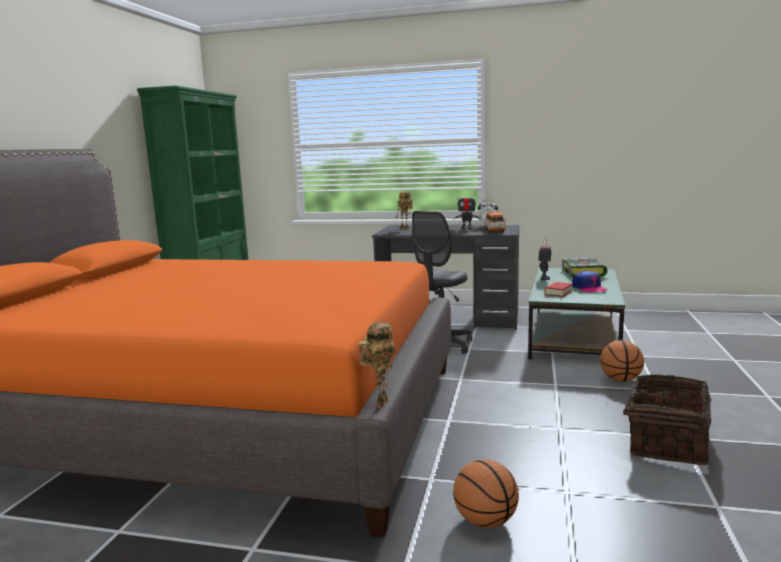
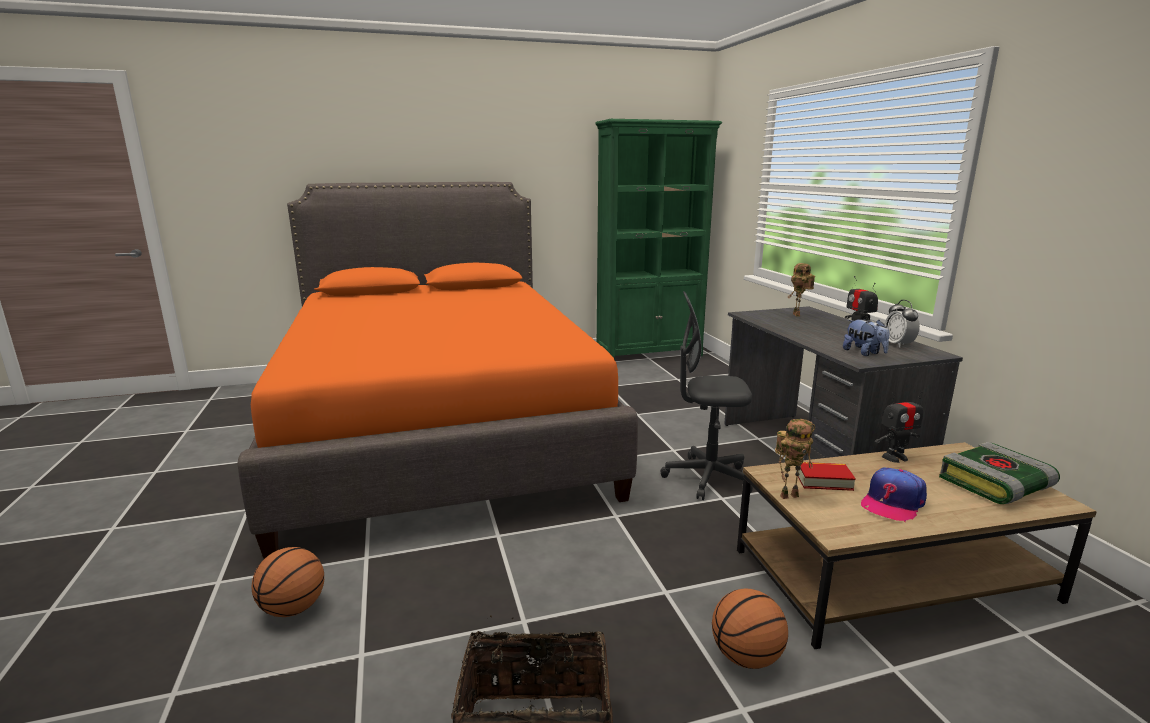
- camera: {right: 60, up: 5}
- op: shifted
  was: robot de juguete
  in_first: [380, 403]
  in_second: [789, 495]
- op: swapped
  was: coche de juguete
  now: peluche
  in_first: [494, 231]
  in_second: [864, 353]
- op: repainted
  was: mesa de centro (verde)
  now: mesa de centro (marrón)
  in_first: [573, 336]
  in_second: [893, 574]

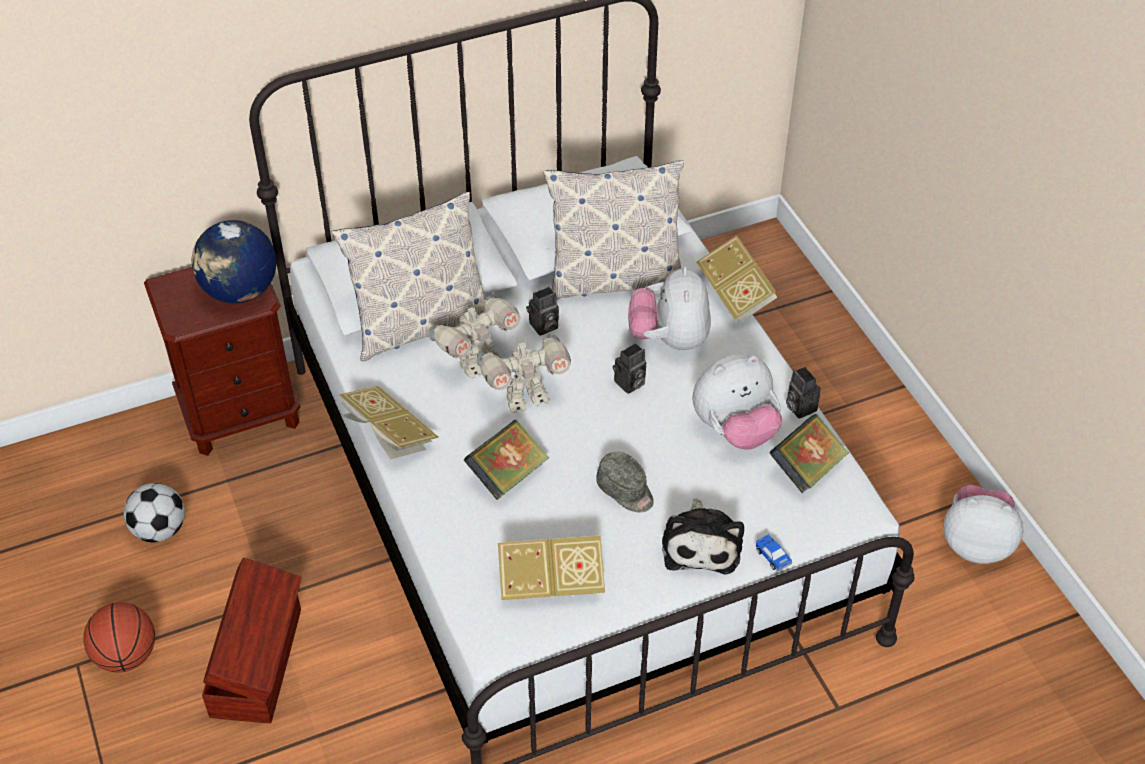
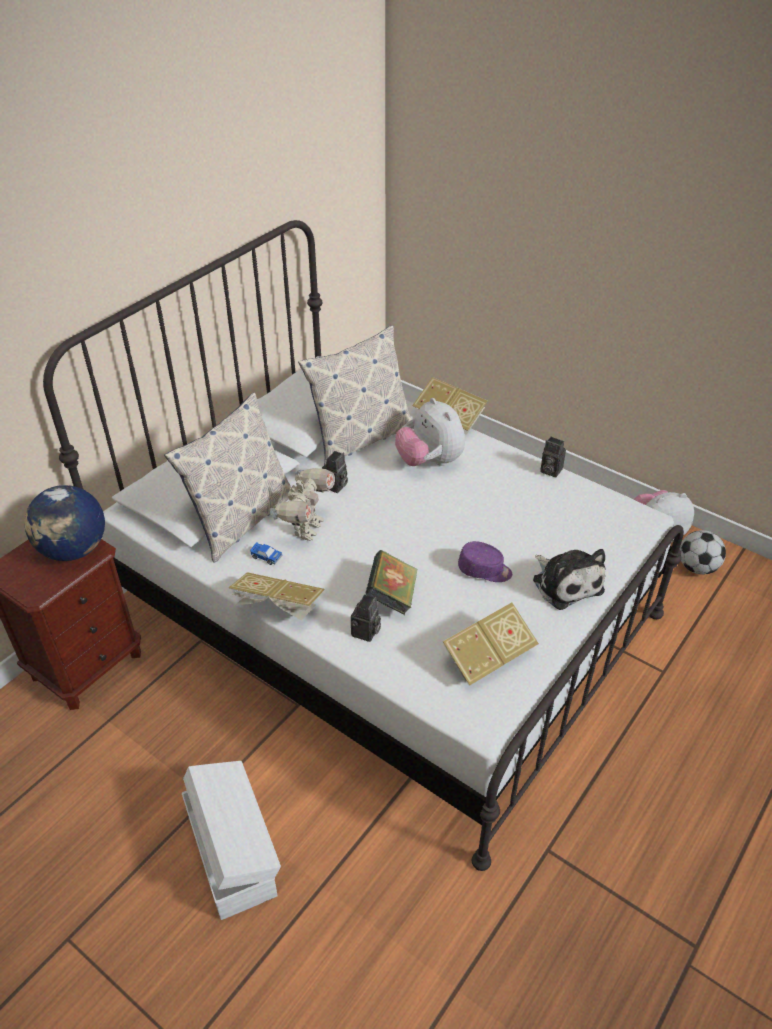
- camera: {right: -30, up: -5}
- op: gone
  was: balón de baloncesto
  in_first: [126, 656]
- op: shifted
  was: balón de fútbol
  in_first: [160, 530]
  in_second: [696, 567]
- op: repainted
  was: caja de almacenaje (marrón)
  now: caja de almacenaje (blanco)
  in_first: [259, 661]
  in_second: [232, 850]
- op: gone
  was: robot de juguete
  in_first: [525, 398]
- op: repainted
  was: gorra (gris)
  now: gorra (morado)
  in_first: [625, 490]
  in_second: [485, 570]
- op: shifted
  was: cámara
  in_first: [629, 384]
  in_second: [366, 633]
- op: gone
  was: peluche
  in_first: [735, 430]
- op: shifted
  was: coche de juguete
  in_first: [772, 556]
  in_second: [266, 557]
- op: gone
  was: libro
  in_first: [806, 468]

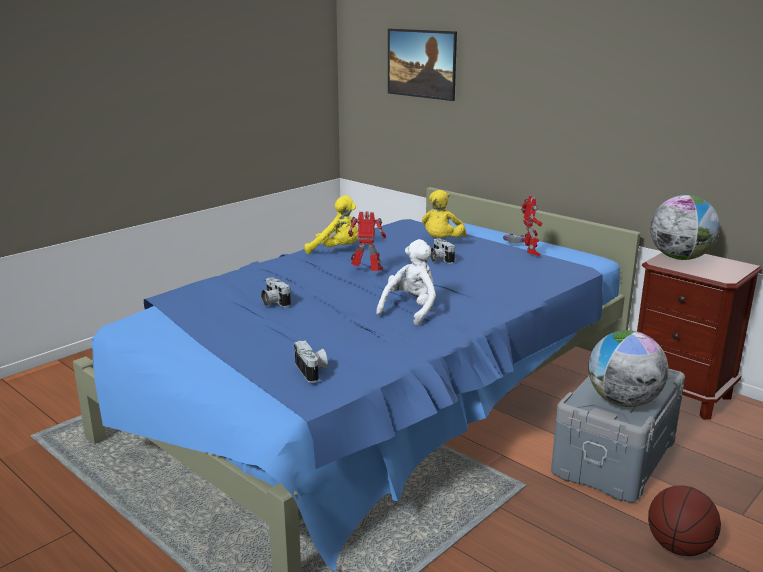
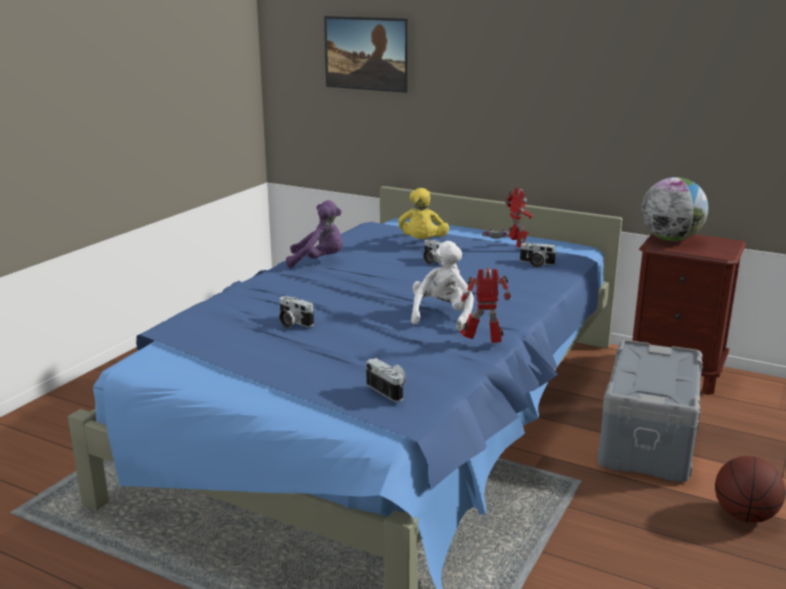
- camera: {right: -15, up: 0}
- op: repainted
  was: peluche (amarillo)
  now: peluche (morado)
  in_first: [337, 250]
  in_second: [319, 261]
- op: shifted
  was: robot de juguete
  in_first: [367, 271]
  in_second: [483, 343]
- op: gone
  was: globo terráqueo
  in_first: [623, 401]
- op: new
  now: cámara
  in_second: [536, 264]

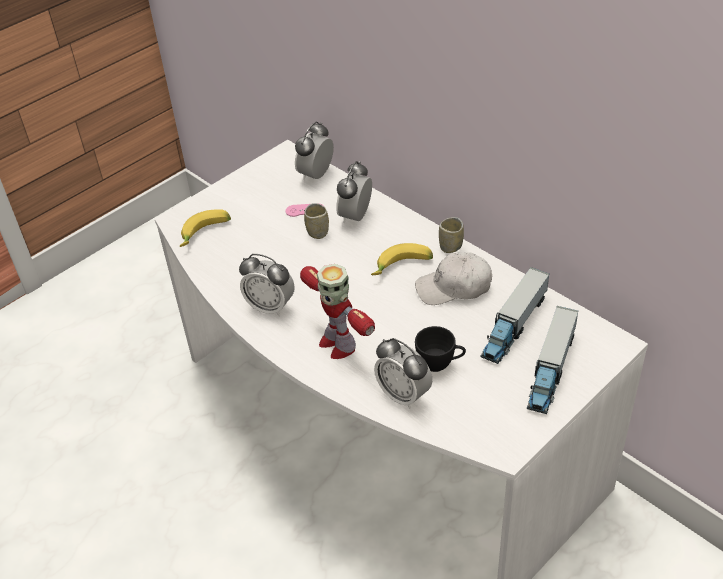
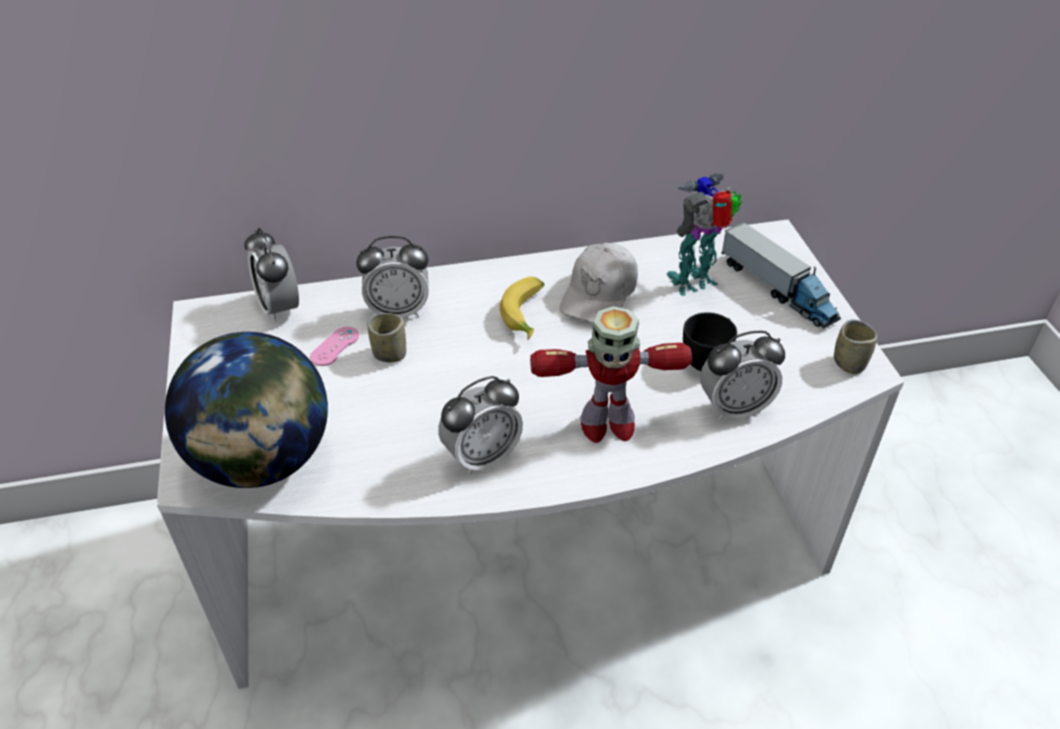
- camera: {right: -60, up: 0}
- op: swapped
  was: plátano
  now: globo terráqueo
  in_first: [205, 234]
  in_second: [263, 460]
- op: rotated
  was: despertador
  in_first: [355, 216]
  in_second: [398, 311]
  clockwise: -60
- op: shifted
  was: taza
  in_first: [450, 246]
  in_second: [849, 363]
- op: swapped
  was: camión de juguete
  now: robot de juguete
  in_first: [514, 326]
  in_second: [695, 282]

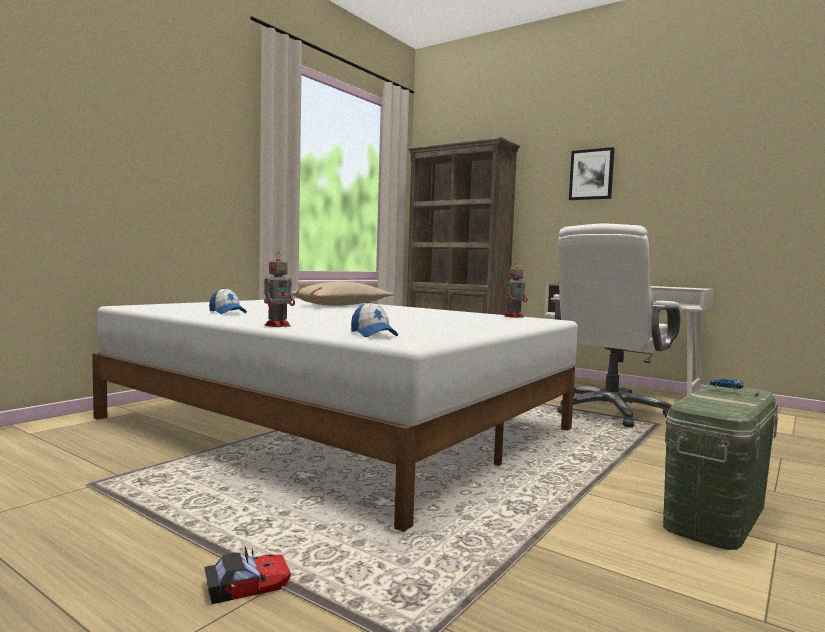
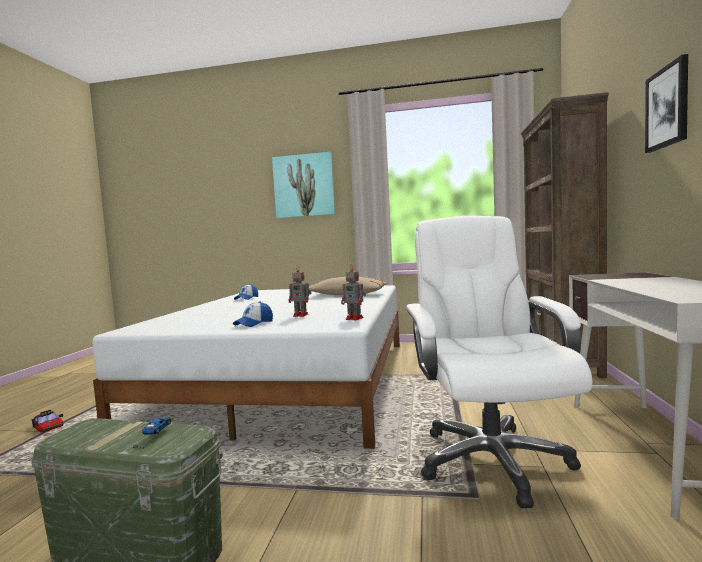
- camera: {right: 65, up: 0}
- op: shifted
  was: robot de juguete
  in_first: [278, 325]
  in_second: [301, 315]
- op: shifted
  was: gorra
  in_first: [373, 334]
  in_second: [254, 324]
- op: rotated
  was: silla de oficina (blanco)
  in_first: [610, 412]
  in_second: [491, 459]
  clockwise: 75
- op: new
  now: cuadro
  in_second: [303, 185]

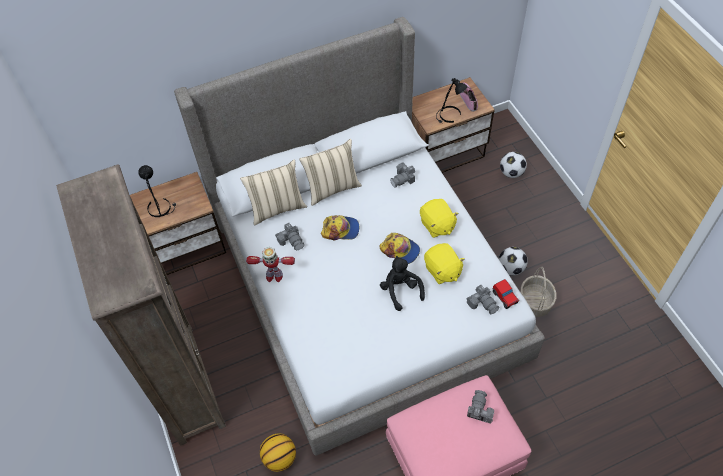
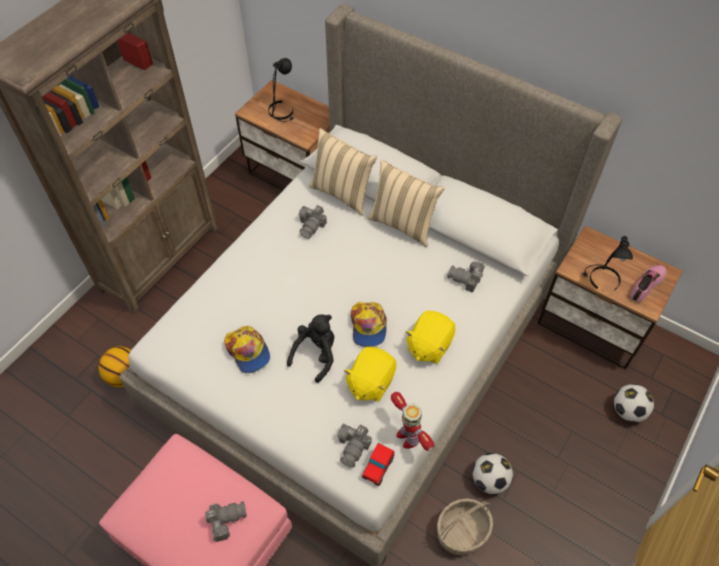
- camera: {right: 55, up: 0}
- op: shifted
  was: robot de juguete
  in_first: [274, 276]
  in_second: [408, 436]
- op: shifted
  was: gorra
  in_first: [340, 229]
  in_second: [248, 351]

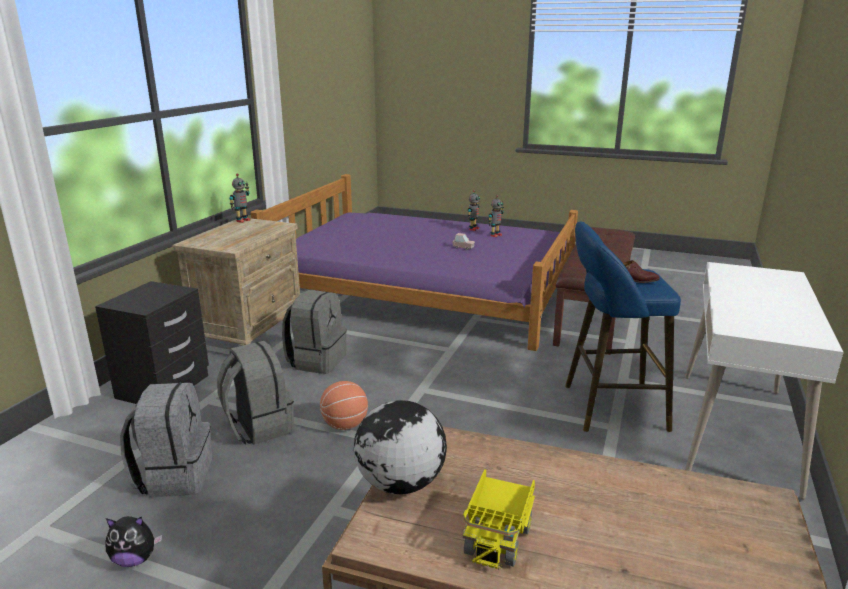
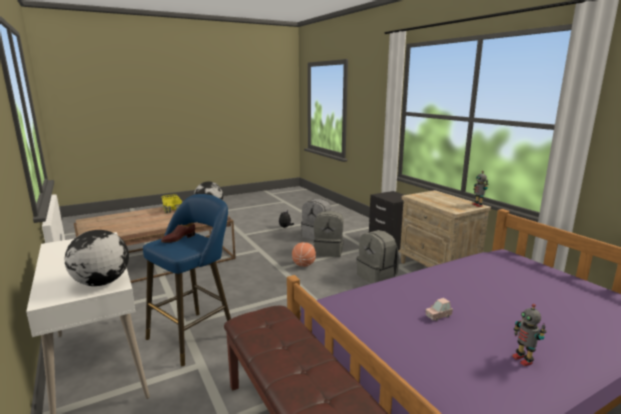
- camera: {right: 130, up: -5}
- op: gone
  was: robot de juguete
  in_first: [495, 235]
- op: new
  now: globo terráqueo
  in_second: [101, 283]

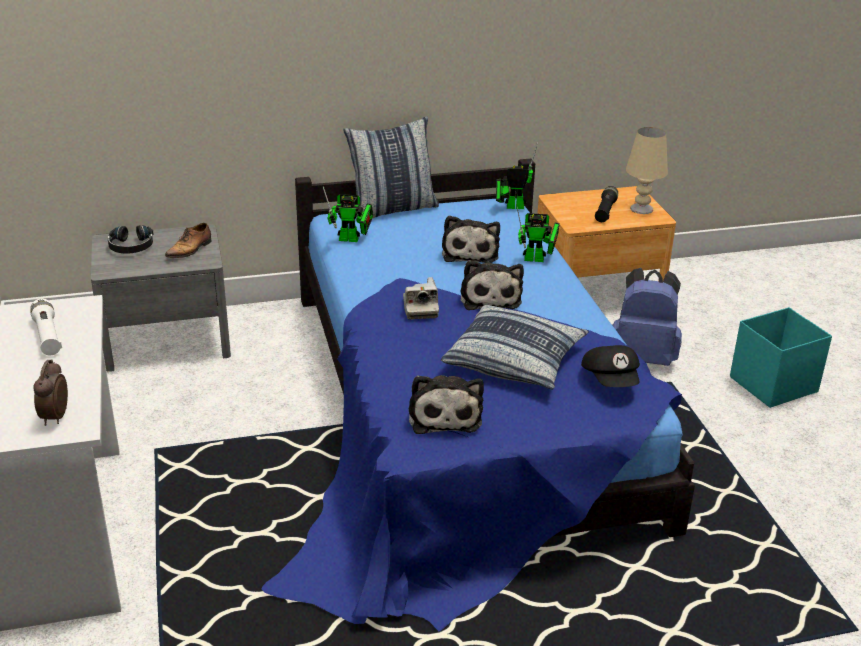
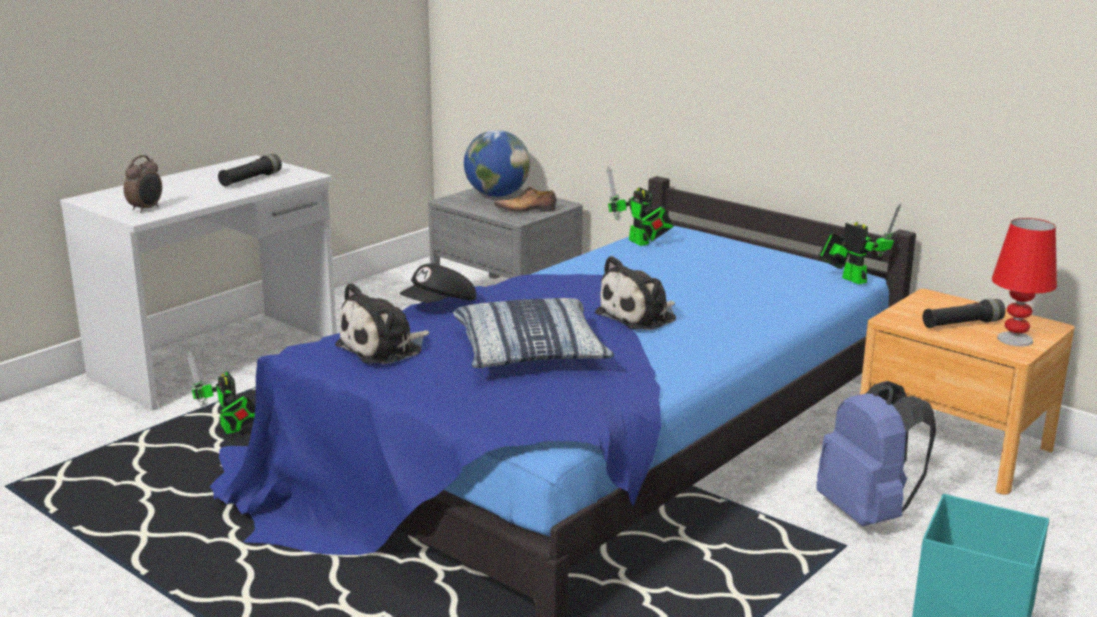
- camera: {right: 55, up: -10}
- op: repainted
  was: linterna (blanco)
  now: linterna (negro)
  in_first: [47, 336]
  in_second: [250, 180]
- op: rotated
  was: despertador
  in_first: [54, 417]
  in_second: [146, 209]
  clockwise: 150
- op: swapped
  was: auriculares (negro)
  now: globo terráqueo
  in_first: [131, 246]
  in_second: [497, 195]
- op: gone
  was: cojín
  in_first: [392, 209]
- op: gone
  was: cámara
  in_first: [420, 309]
- op: gone
  was: peluche
  in_first: [470, 252]
- op: shifted
  was: robot de juguete
  in_first: [537, 259]
  in_second: [230, 431]
- op: shifted
  was: gorra (negro)
  in_first: [611, 380]
  in_second: [439, 306]
- op: repainted
  was: lámpara de mesa (beis)
  now: lámpara de mesa (rojo)
  in_first: [642, 209]
  in_second: [1015, 339]

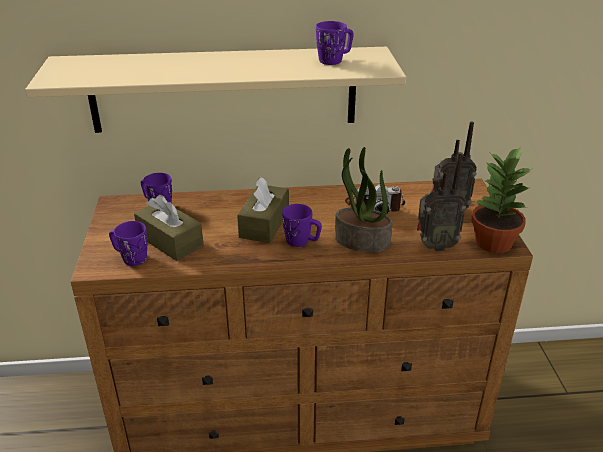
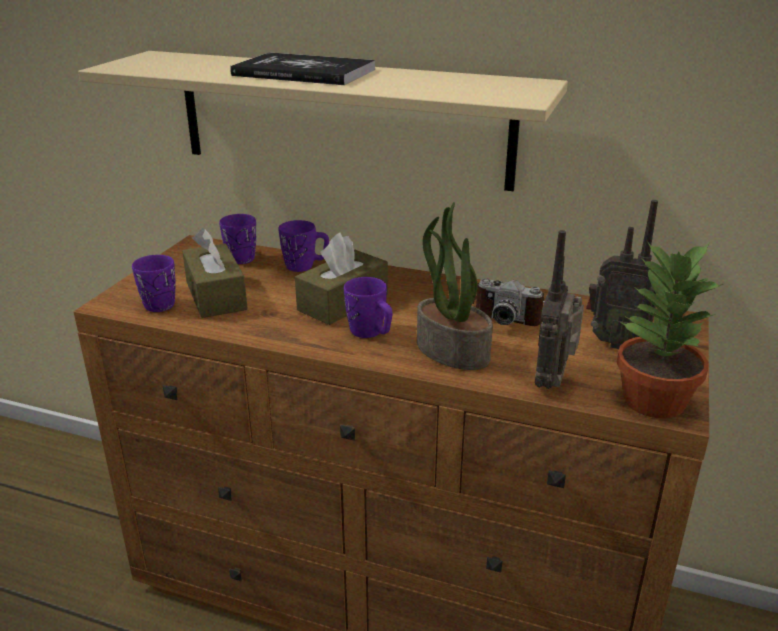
- camera: {right: 25, up: -5}
- op: shifted
  was: taza grande (morado)
  in_first: [334, 60]
  in_second: [305, 266]
- op: rotated
  was: radio
  in_first: [434, 246]
  in_second: [554, 382]
  clockwise: 90
- op: new
  now: libro
  in_second: [304, 72]

